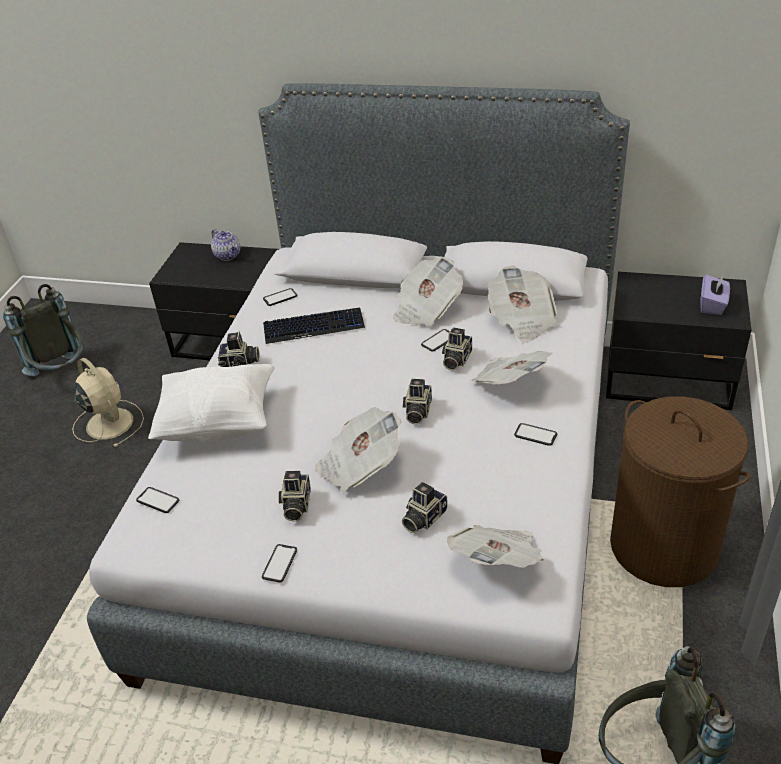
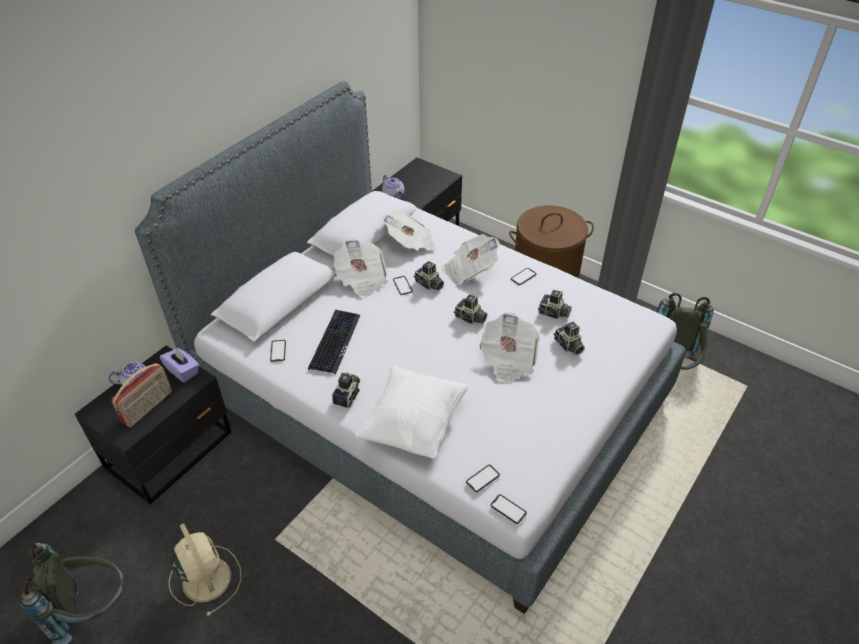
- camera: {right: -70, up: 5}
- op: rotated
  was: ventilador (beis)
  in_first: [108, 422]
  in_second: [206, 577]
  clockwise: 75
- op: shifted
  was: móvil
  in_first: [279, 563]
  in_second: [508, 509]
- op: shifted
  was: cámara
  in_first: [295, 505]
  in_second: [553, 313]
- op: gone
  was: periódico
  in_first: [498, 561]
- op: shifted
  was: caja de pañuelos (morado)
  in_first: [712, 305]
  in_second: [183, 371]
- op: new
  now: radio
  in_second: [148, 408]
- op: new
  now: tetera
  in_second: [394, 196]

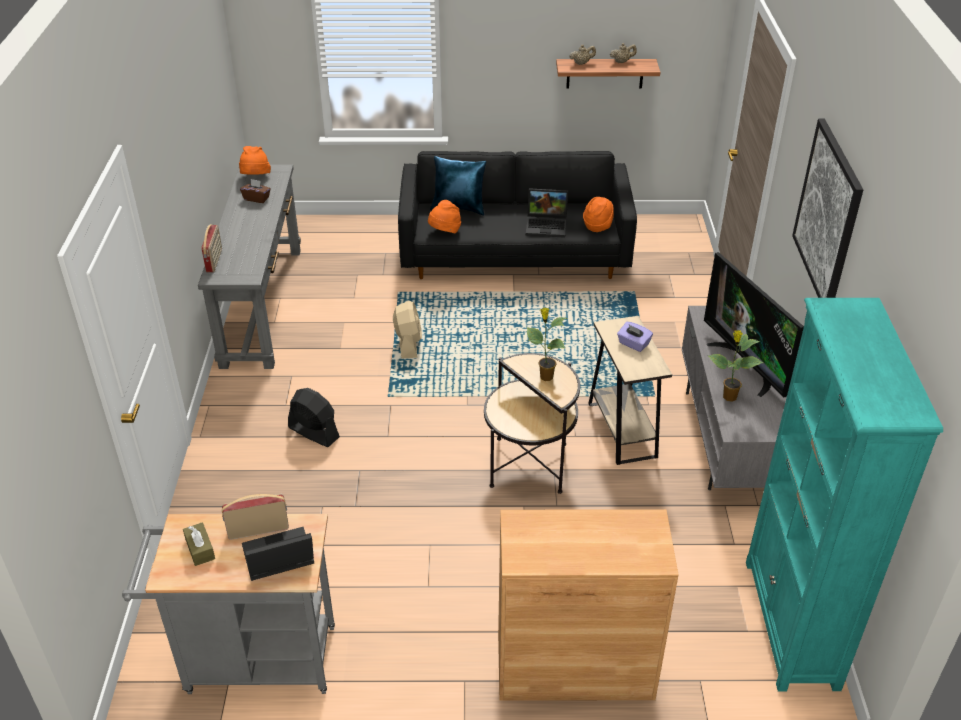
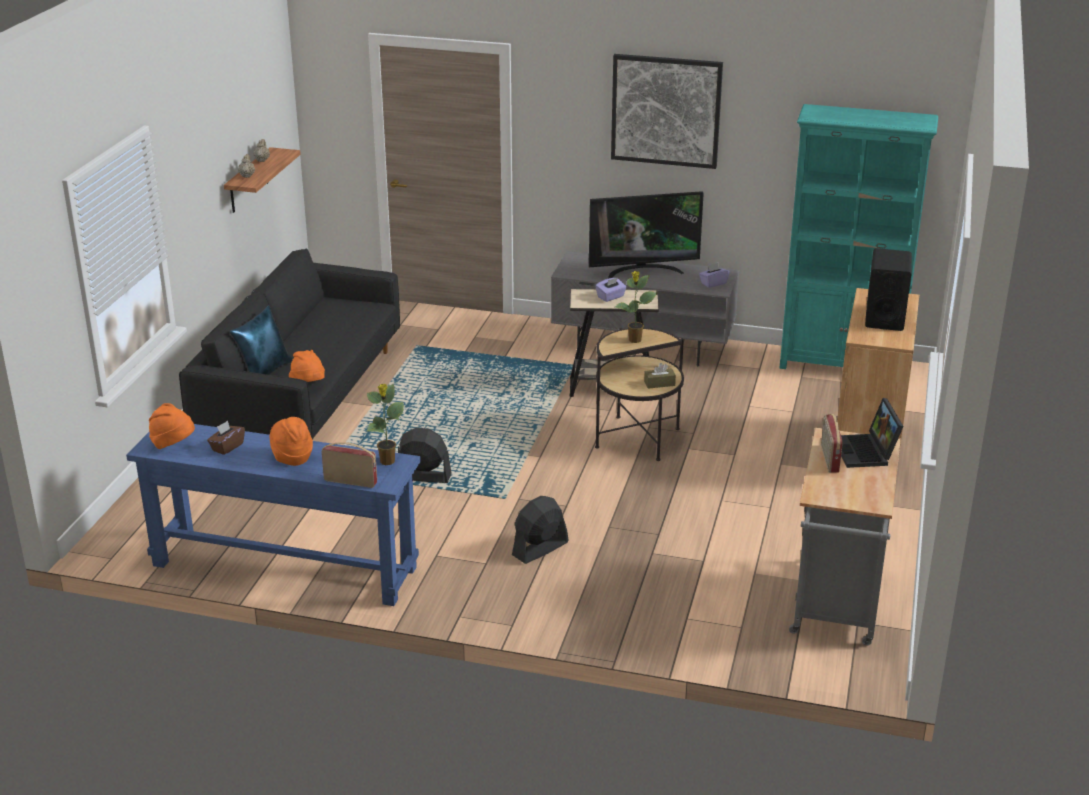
- camera: {right: -75, up: -10}
- op: shifted
  was: caja de pañuelos (marrón)
  in_first: [200, 549]
  in_second: [659, 383]
- op: repainted
  was: mesa consola (gris)
  now: mesa consola (azul)
  in_first: [262, 305]
  in_second: [284, 566]
- op: repainted
  was: ventilador (beis)
  now: ventilador (negro)
  in_first: [408, 343]
  in_second: [422, 476]
- op: gone
  was: portátil
  in_first: [547, 225]
- op: shifted
  was: sombrero (naranja)
  in_first: [598, 225]
  in_second: [292, 457]
- op: shifted
  was: planta en maceta
  in_first: [728, 397]
  in_second: [387, 462]
- op: new
  now: caja de pañuelos (morado)
  in_second: [713, 283]
- op: new
  now: altavoz (negro)
  in_second: [884, 318]

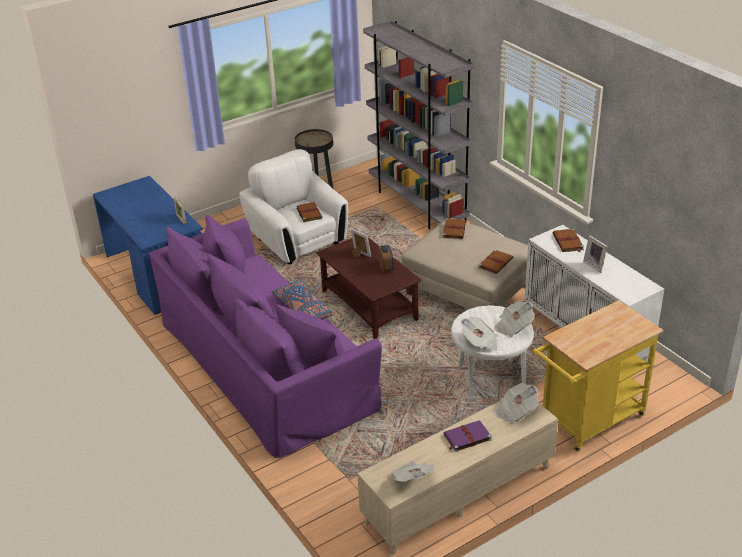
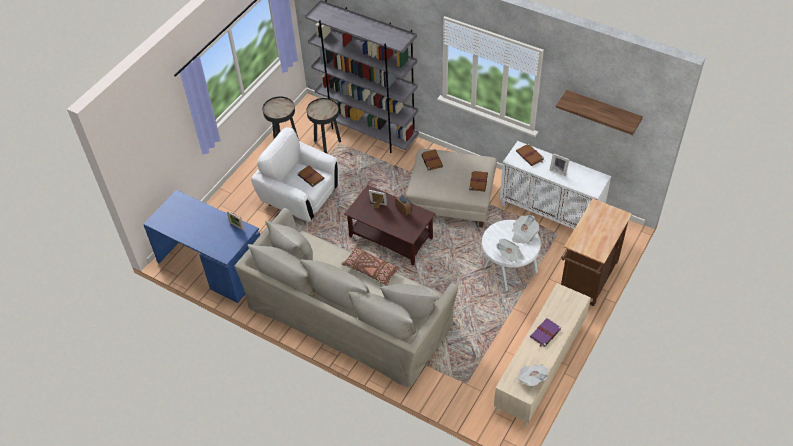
- camera: {right: -25, up: 15}
- op: repainted
  was: sofá (morado)
  now: sofá (beis)
  in_first: [265, 362]
  in_second: [349, 313]
- op: repainted
  was: cojín (azul)
  now: cojín (marrón)
  in_first: [303, 310]
  in_second: [371, 270]
- op: gone
  was: periódico
  in_first: [515, 412]
- op: repainted
  was: carrito (amarillo)
  now: carrito (marrón)
  in_first: [587, 422]
  in_second: [586, 281]
- op: new
  now: mesa auxiliar (negro)
  in_second: [327, 146]
- op: new
  now: estante
  in_second: [602, 110]

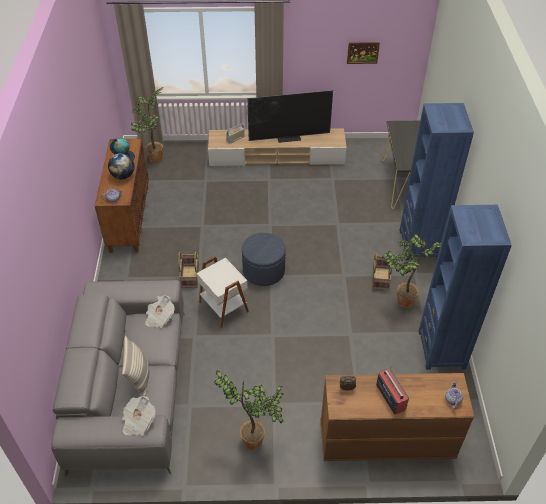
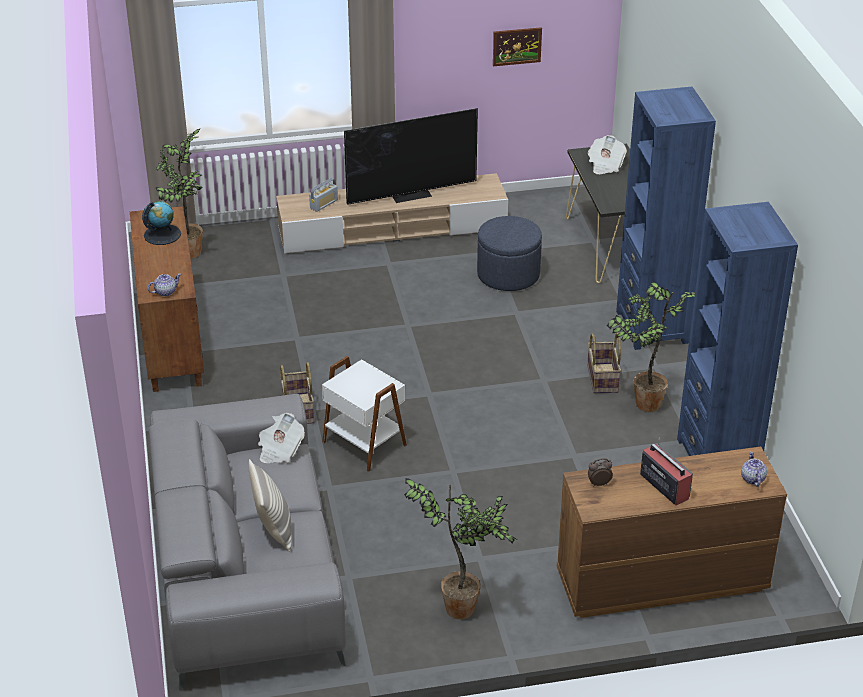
- camera: {right: -10, up: -10}
- op: gone
  was: globo terráqueo
  in_first: [123, 176]
- op: shifted
  was: periódico
  in_first: [138, 421]
  in_second: [605, 165]
- op: shifted
  was: puf (azul)
  in_first: [263, 271]
  in_second: [508, 274]

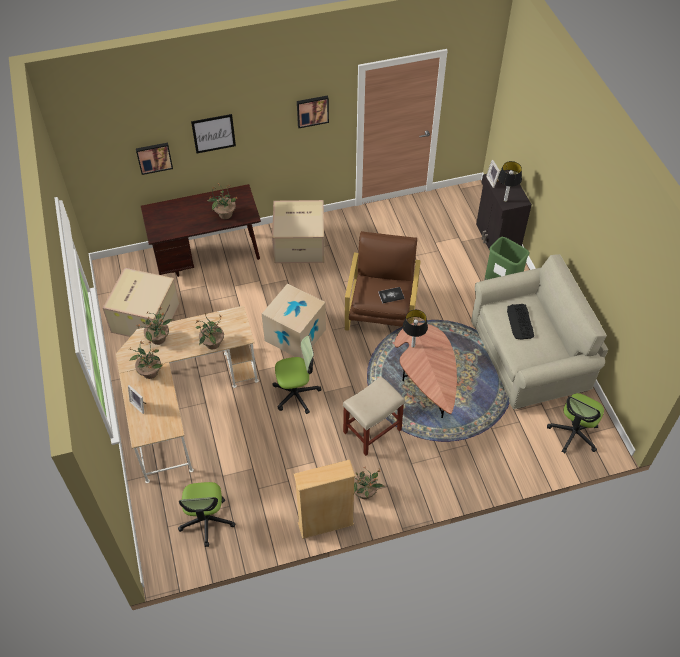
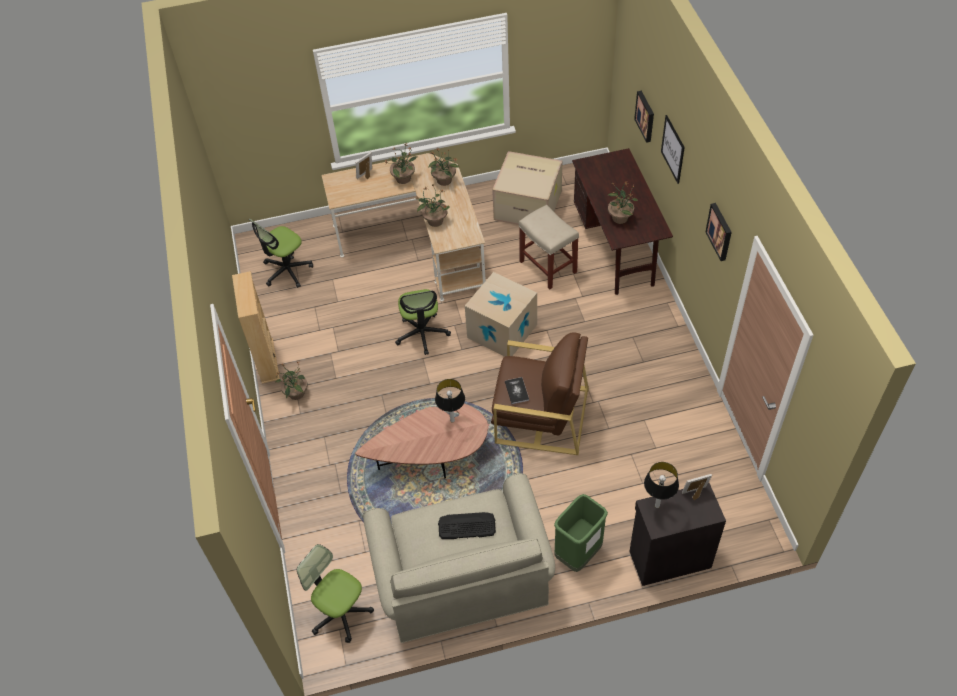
- camera: {right: 95, up: 0}
- op: rotated
  was: silla de oficina
  in_first: [207, 521]
  in_second: [287, 271]
  clockwise: -45
- op: gone
  was: caja de cartón
  in_first: [300, 243]
- op: shifted
  was: taburete (beis)
  in_first: [371, 431]
  in_second: [547, 266]

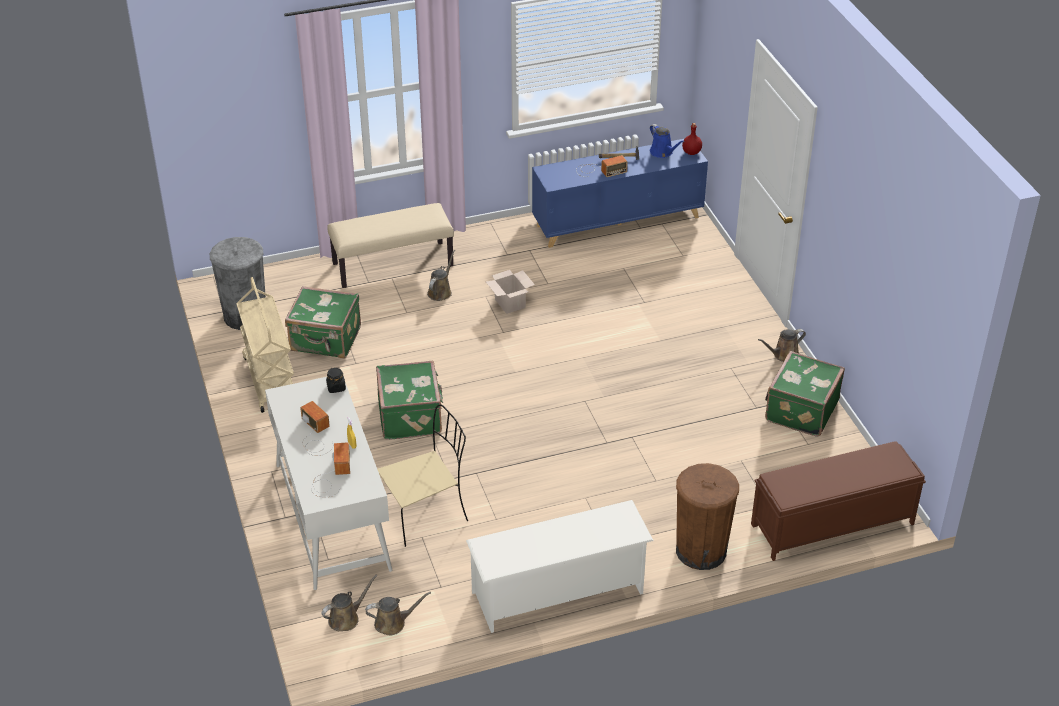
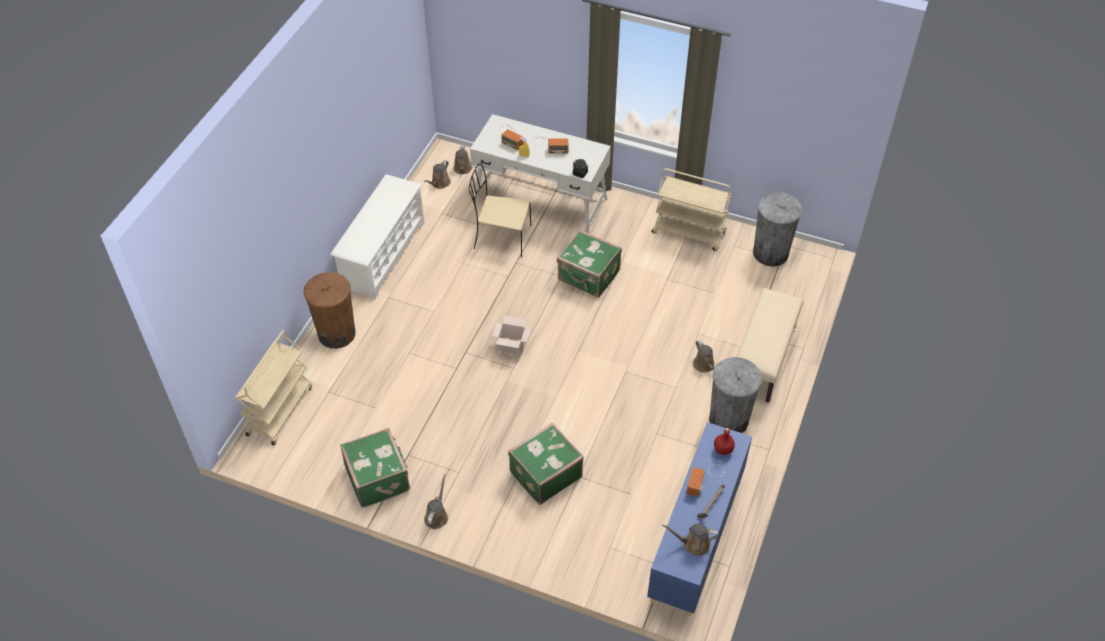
- camera: {right: 130, up: 10}
- op: shifted
  was: maleta (verde)
  in_first: [325, 340]
  in_second: [544, 474]
- op: rotated
  was: silla (beis)
  in_first: [425, 513]
  in_second: [501, 237]
  clockwise: 90
- op: shifted
  was: caja de cartón
  in_first: [511, 304]
  in_second: [511, 346]
- op: repainted
  was: regadera (azul)
  now: regadera (marrón)
  in_first: [663, 152]
  in_second: [693, 544]
- op: shifted
  was: botella (rojo)
  in_first: [691, 152]
  in_second: [723, 449]
- op: swapped
  was: banco (marrón)
  now: carrito (beis)
  in_first: [831, 524]
  in_second: [279, 410]
- op: new
  now: papelera (gris)
  in_second: [728, 419]

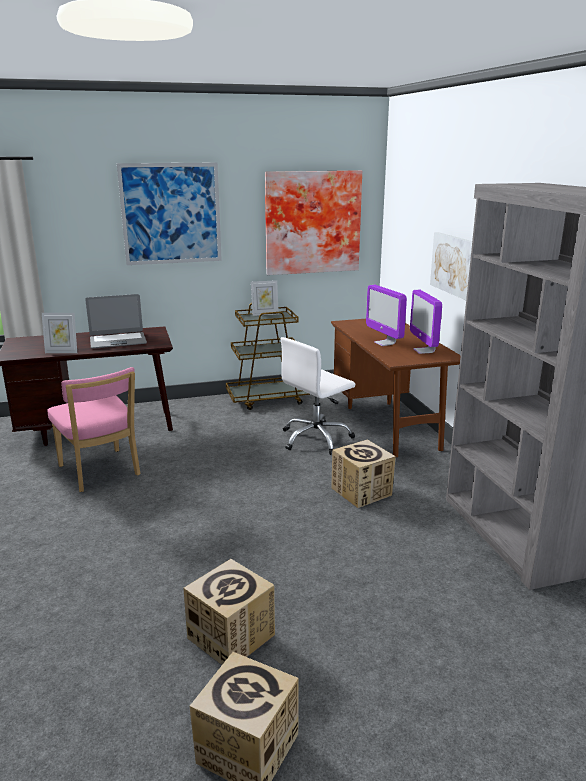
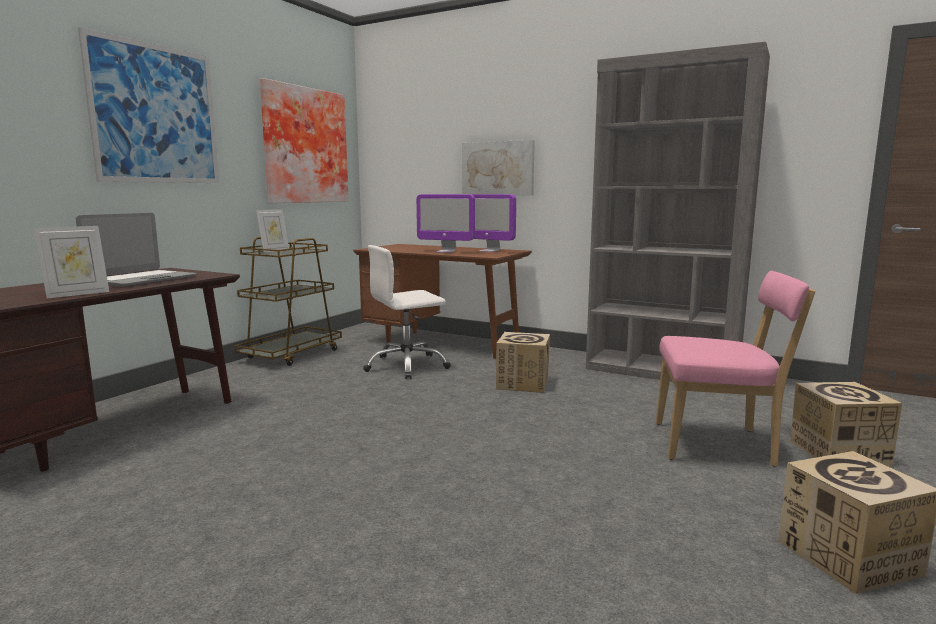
- camera: {right: -45, up: -10}
- op: shifted
  was: silla (rosa)
  in_first: [101, 472]
  in_second: [719, 444]
- op: shifted
  was: caja de cartón
  in_first: [231, 636]
  in_second: [838, 452]
- op: rotated
  was: silla de oficina (blanco)
  in_first: [316, 439]
  in_second: [407, 366]
  clockwise: 60

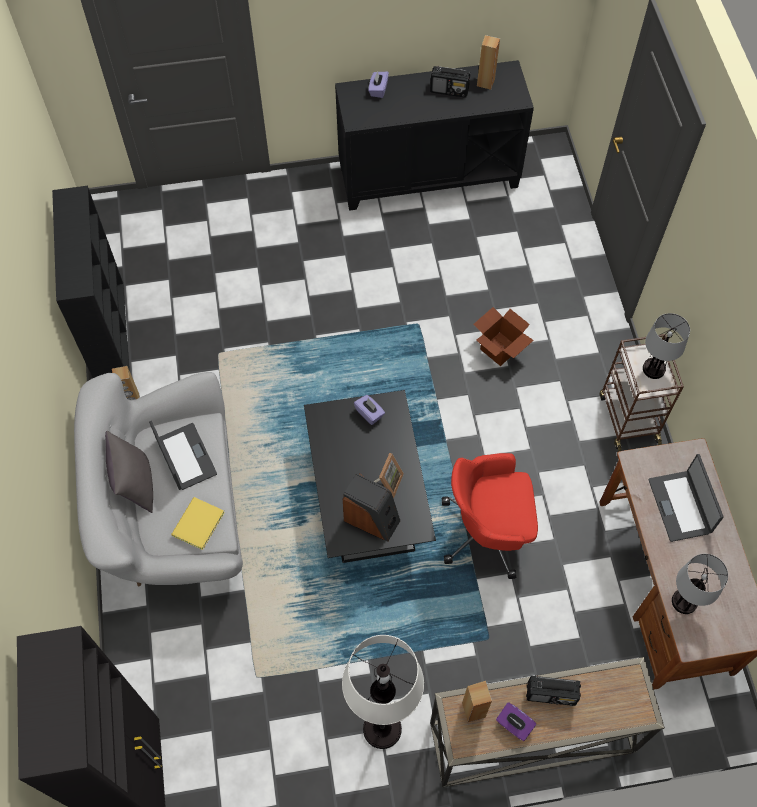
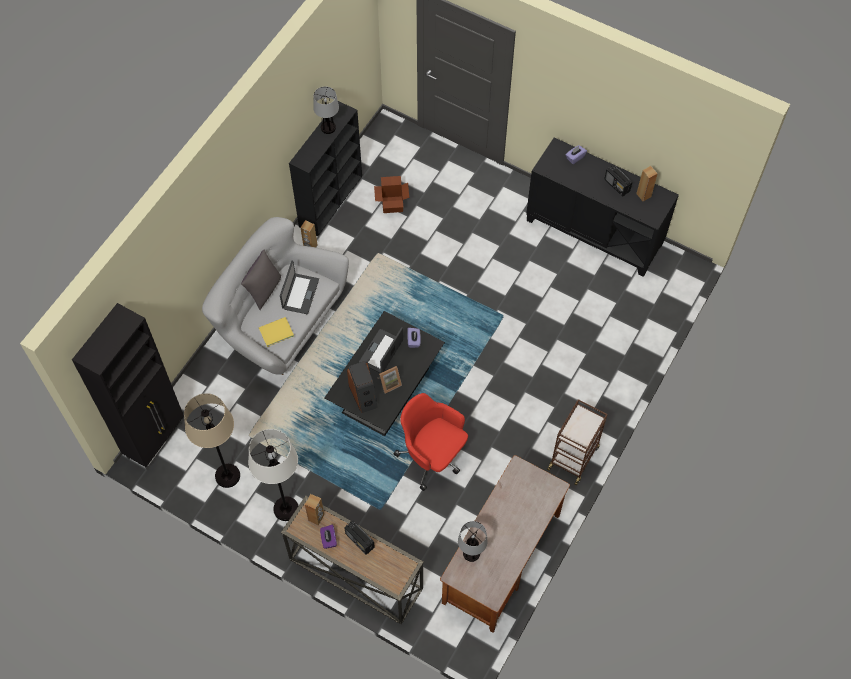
- camera: {right: 40, up: 0}
- op: shifted
  was: caja de cartón
  in_first: [499, 349]
  in_second: [392, 204]
- op: shifted
  was: lámpara de mesa
  in_first: [653, 368]
  in_second: [328, 127]
- op: shifted
  was: portátil
  in_first: [680, 506]
  in_second: [381, 352]
- op: new
  now: lámpara de pie (beis)
  in_second: [227, 475]

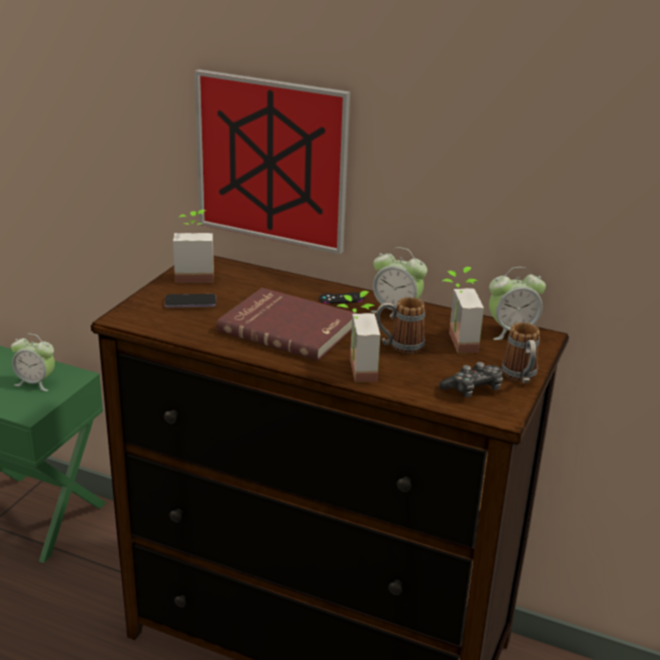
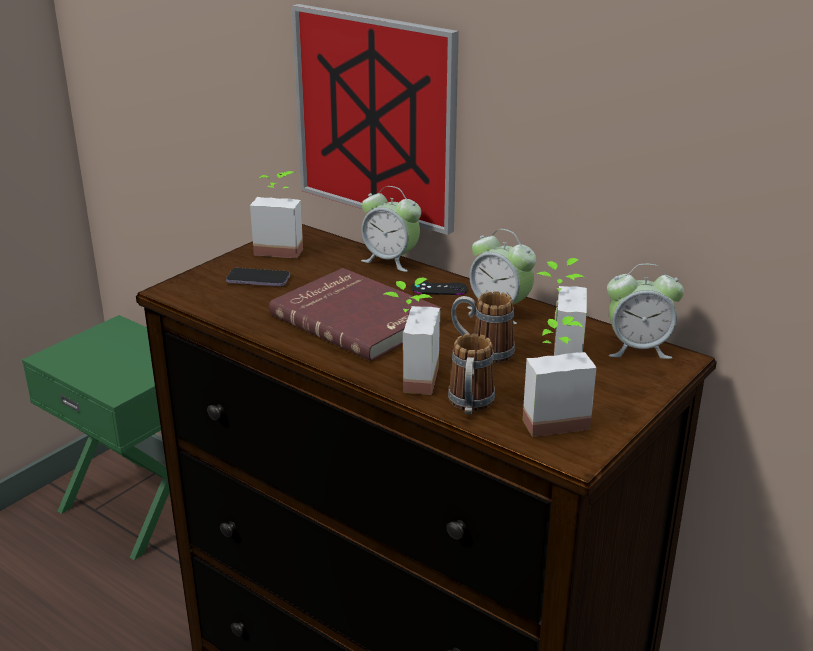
- camera: {right: 15, up: 0}
- op: shifted
  was: despertador
  in_first: [36, 383]
  in_second: [390, 261]
- op: swapped
  was: mando de consola
  now: planta en maceta
  in_first: [473, 389]
  in_second: [551, 417]
- op: shifted
  was: taza grande
  in_first: [521, 377]
  in_second: [470, 406]

